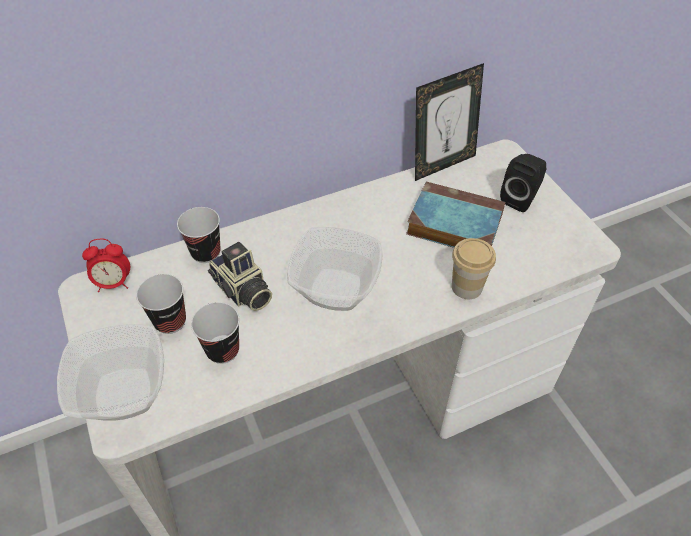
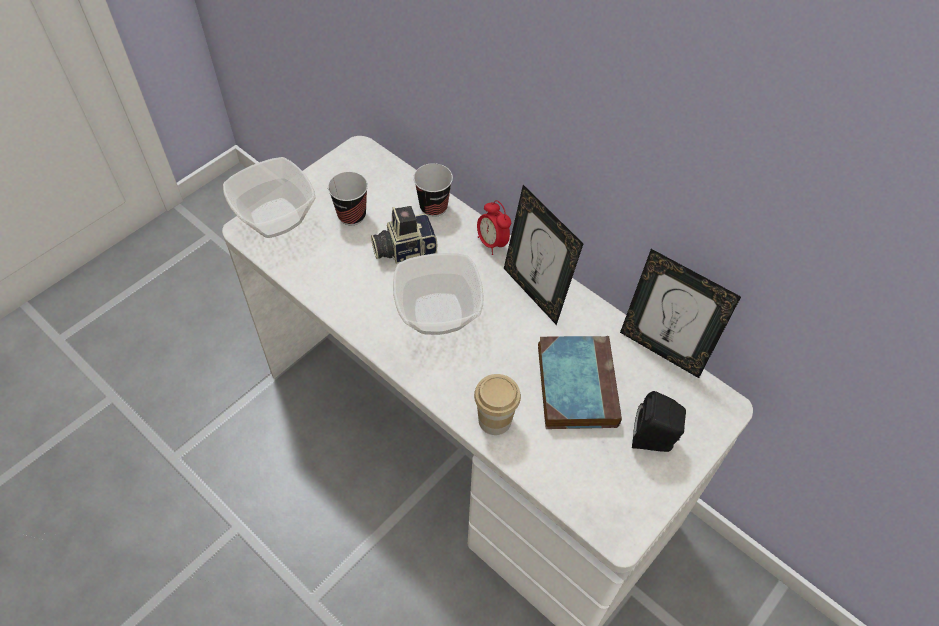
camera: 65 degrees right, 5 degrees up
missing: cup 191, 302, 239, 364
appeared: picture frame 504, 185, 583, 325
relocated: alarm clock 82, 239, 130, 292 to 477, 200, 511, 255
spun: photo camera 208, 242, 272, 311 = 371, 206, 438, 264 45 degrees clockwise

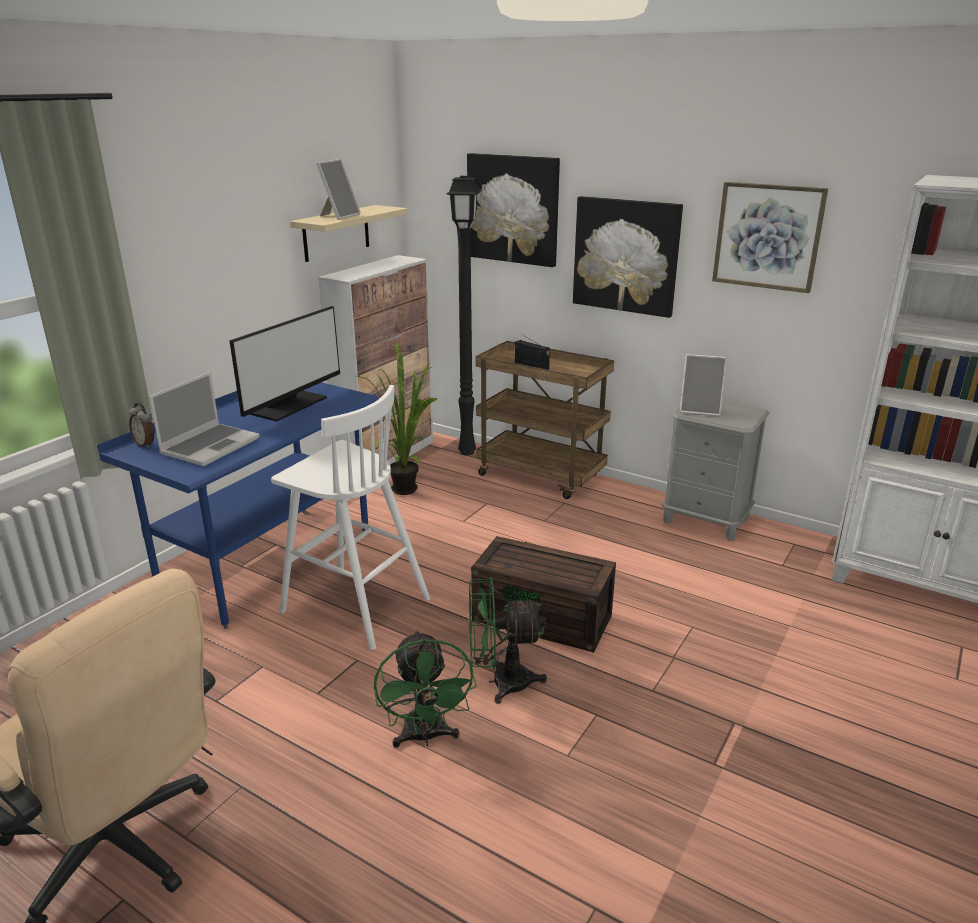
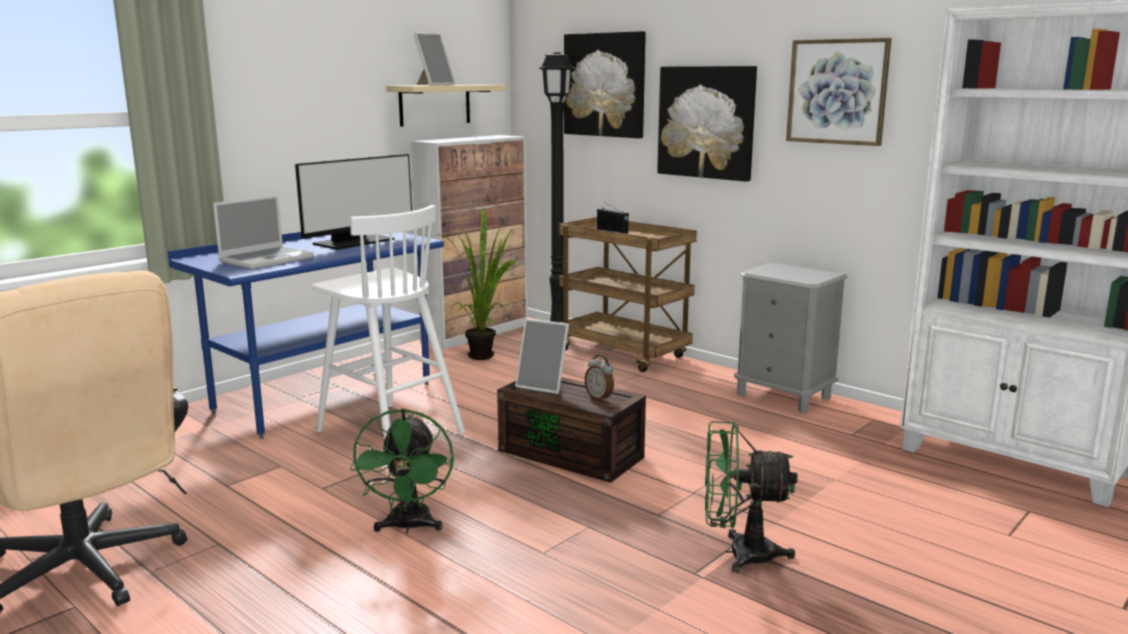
camera: 10 degrees right, 10 degrees down
relocated: alarm clock 129, 403, 154, 448 to 585, 355, 614, 402; green fan 469, 577, 547, 704 to 705, 421, 798, 573; picture frame 680, 354, 727, 416 to 515, 318, 569, 394

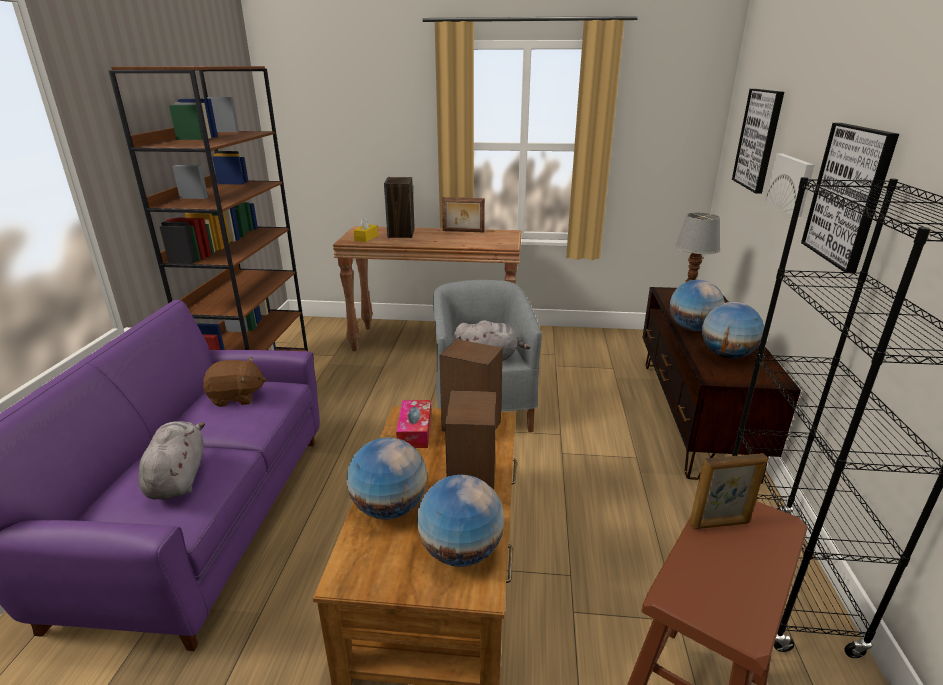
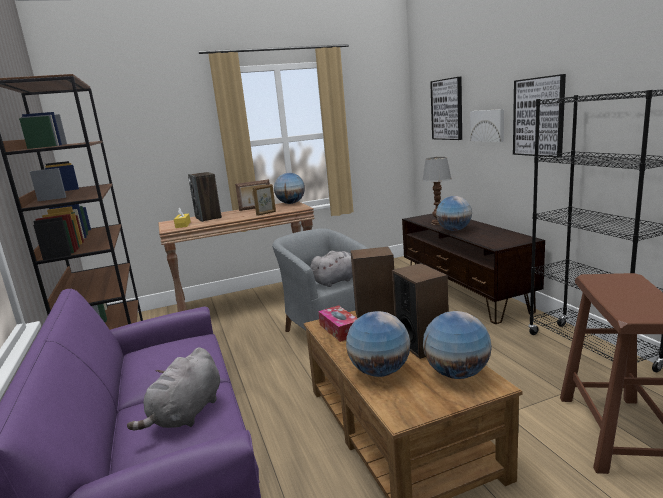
camera: 25 degrees left, 10 degrees down
missing: brown plush toy 203, 357, 266, 407
relocated: picture frame 689, 453, 768, 529 to 253, 184, 276, 216; globe 702, 302, 764, 359 to 274, 173, 305, 204
spun: grey plush toy 138, 421, 205, 500 = 127, 347, 220, 431 120 degrees counterclockwise

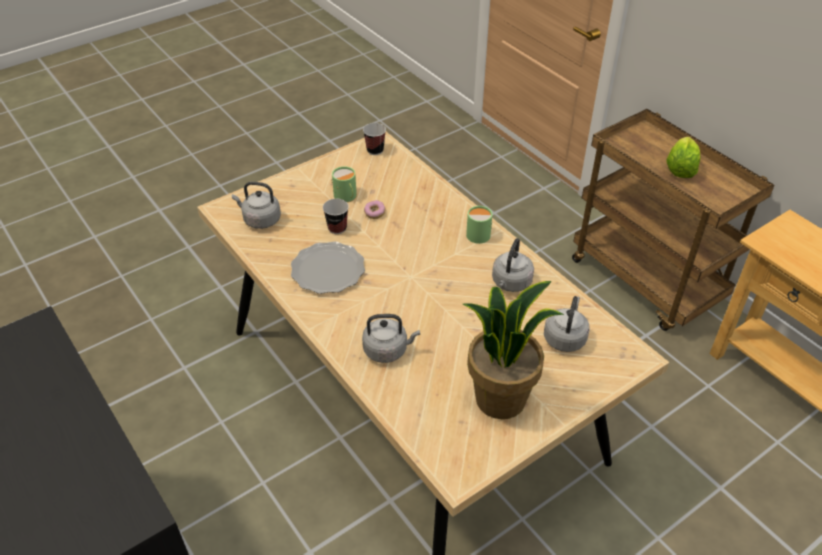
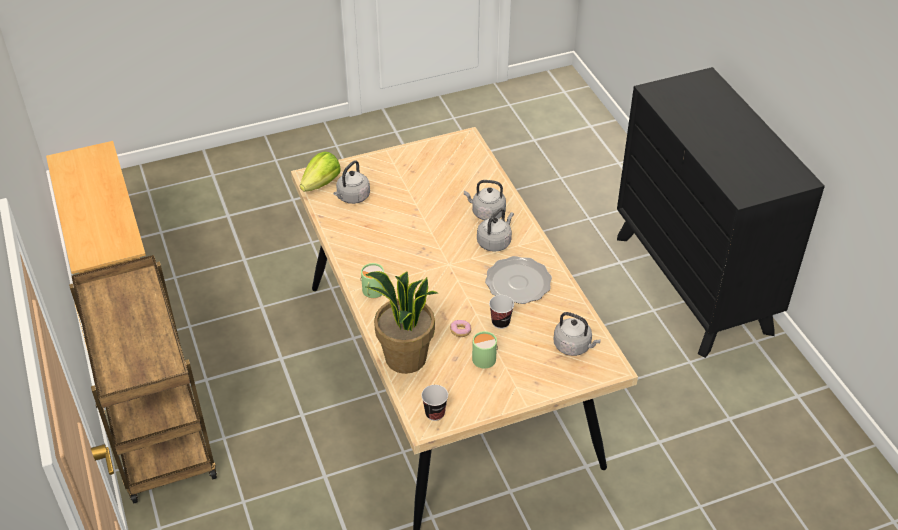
camera: 165 degrees left, 0 degrees up
relocated: potted plant 463, 281, 564, 419 to 364, 271, 438, 374; grey kettle 492, 238, 534, 292 to 477, 208, 514, 252; lettuce 666, 137, 701, 178 to 300, 152, 340, 192

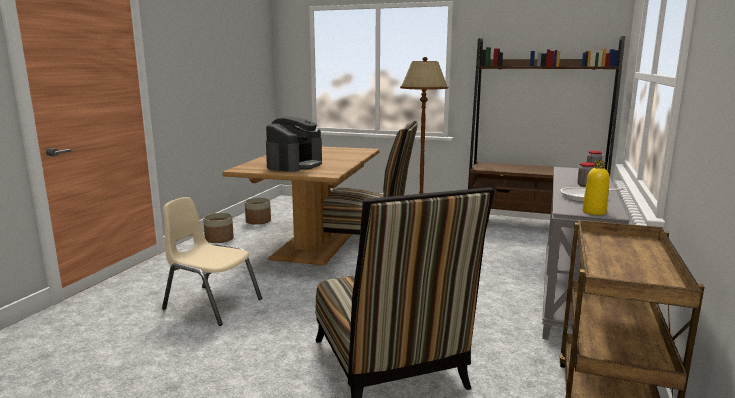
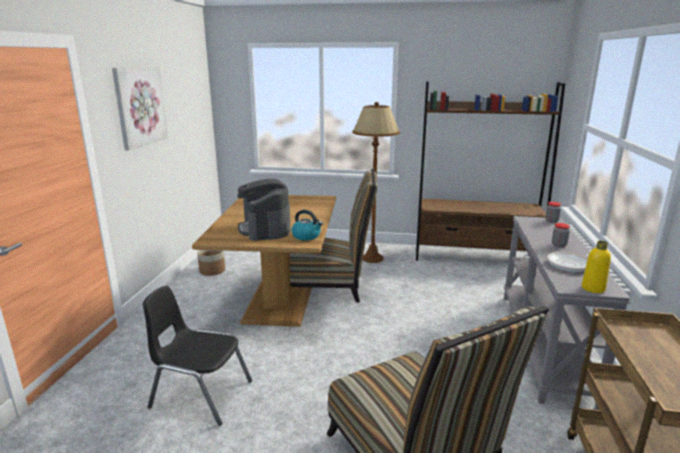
camera: 10 degrees left, 5 degrees up
missing: planter 203, 213, 234, 243
appeared: picture 112, 66, 168, 151; kettle 291, 210, 323, 240
colour: beige chair 162, 197, 262, 326 to black chair 143, 286, 252, 426
spun: coffee machine 266, 116, 322, 172 = 237, 179, 291, 241 150 degrees clockwise

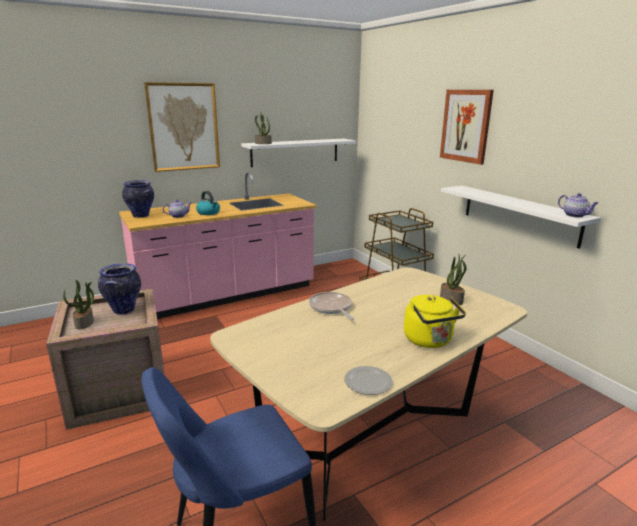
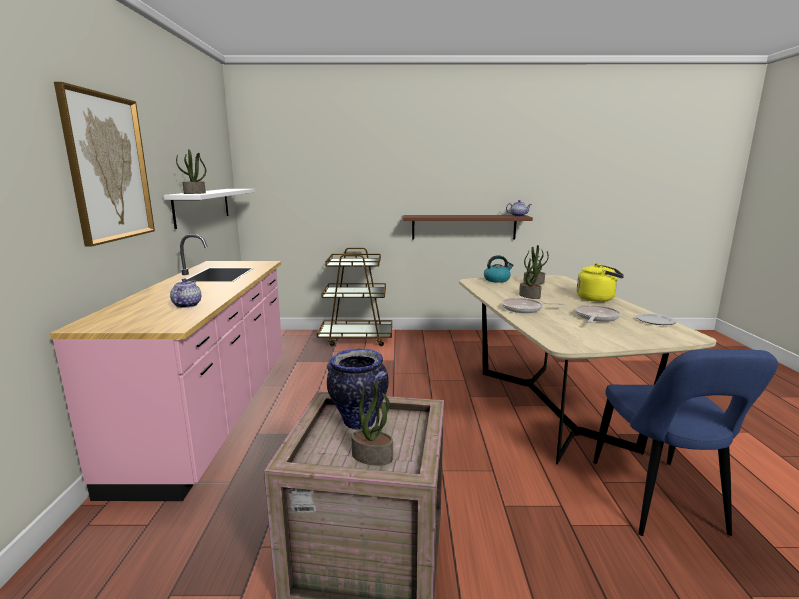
camera: 60 degrees left, 5 degrees down
missing: vase 122, 180, 154, 218; picture 440, 90, 494, 165
appeared: potted plant 519, 254, 542, 299; frying pan 575, 305, 621, 323
relocated: kettle 196, 191, 220, 215 to 484, 255, 513, 283
colour: white shelf 441, 186, 601, 249 to brown shelf 403, 215, 533, 240

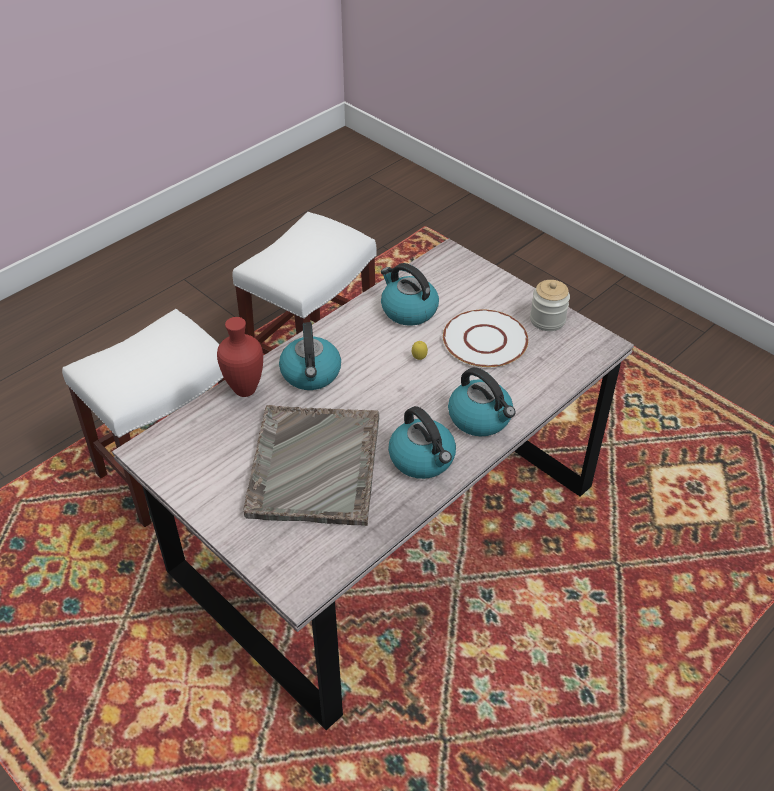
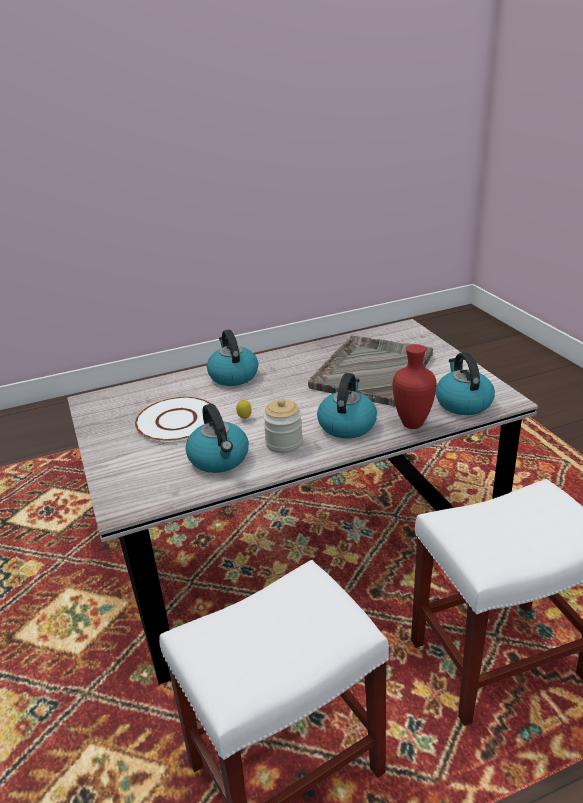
camera: 155 degrees left, 15 degrees down
relocated: kettle 388, 406, 456, 479 to 436, 352, 495, 415; jar 530, 280, 570, 331 to 263, 399, 303, 453

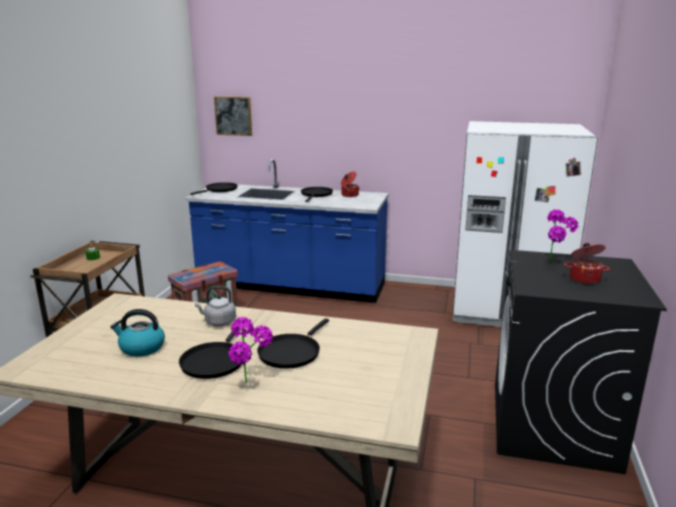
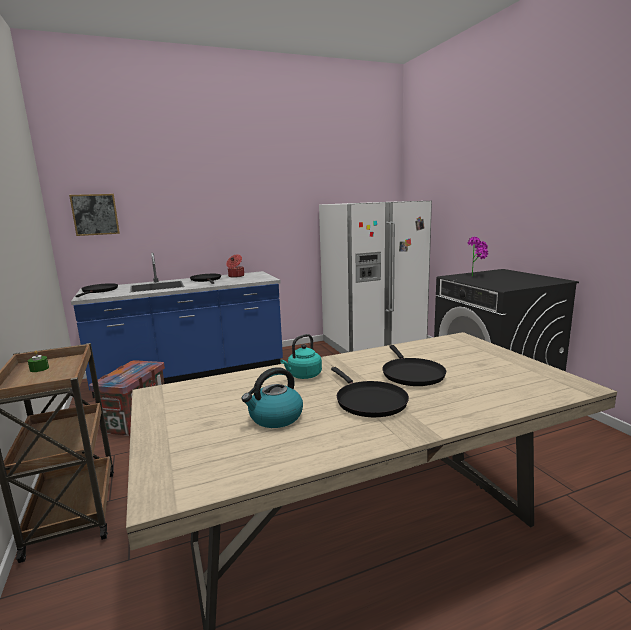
camera: 35 degrees left, 5 degrees down
missing: potted plant 228, 317, 273, 383; cooking pot 564, 243, 610, 284
colour: grey kettle 195, 286, 236, 326 to turquoise kettle 280, 334, 322, 379

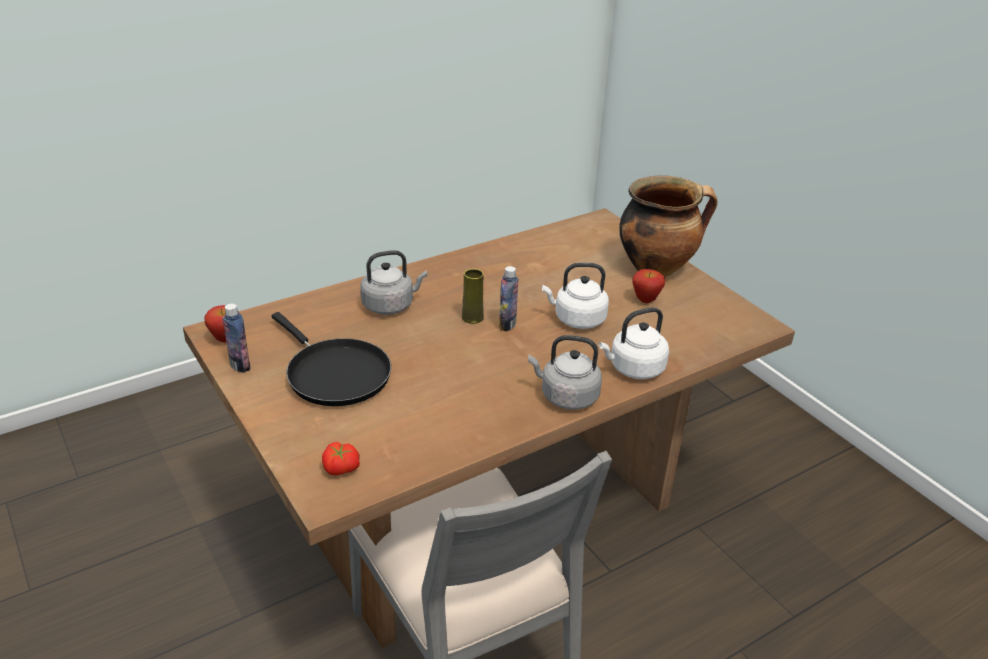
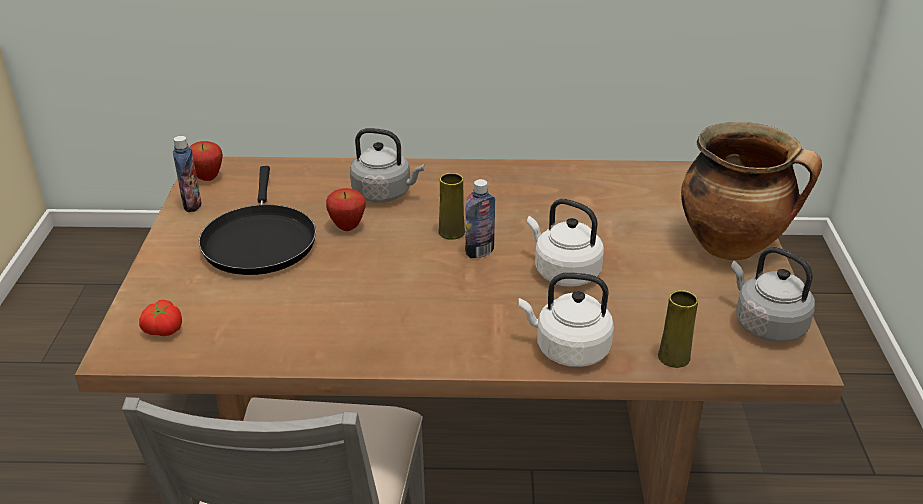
camera: 35 degrees right, 0 degrees up
appeared: yellow vase 658, 290, 698, 368
relocated: grey kettle 528, 335, 602, 410 to 731, 247, 815, 342; apple 632, 269, 665, 303 to 326, 188, 366, 231

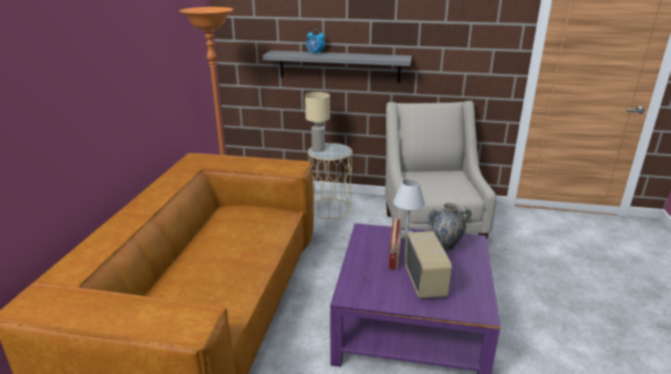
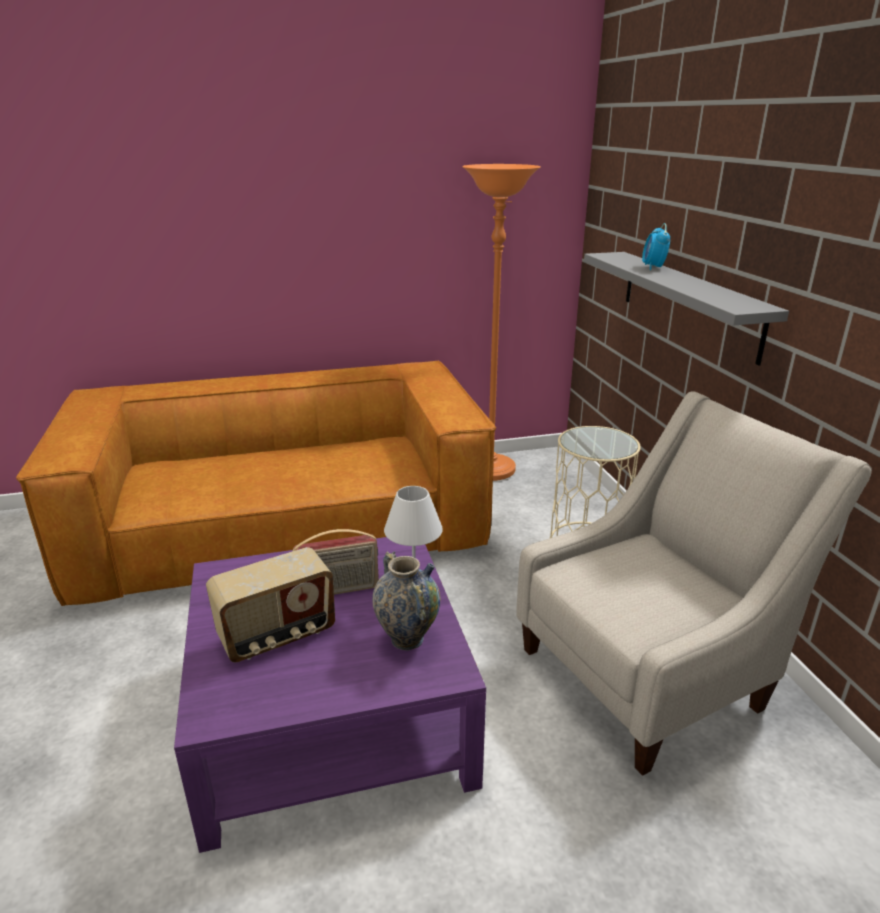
camera: 65 degrees right, 0 degrees up
missing: beige table lamp 305, 92, 330, 152

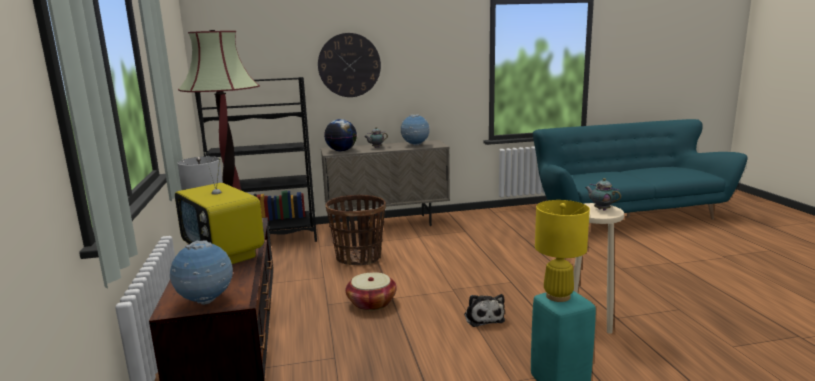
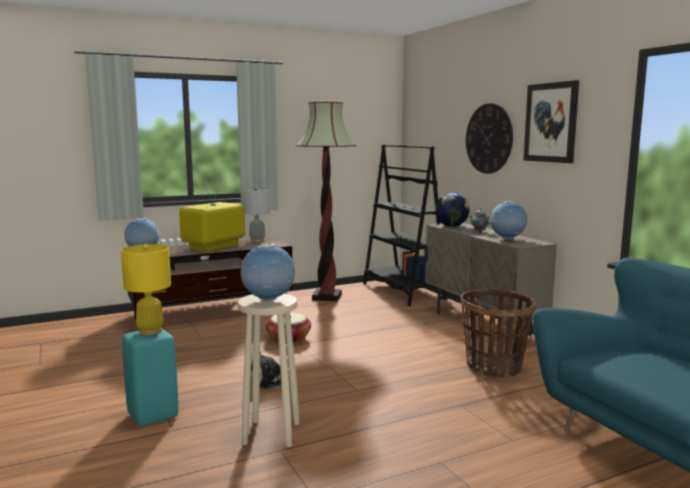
camera: 75 degrees right, 5 degrees down
appeared: picture 524, 80, 579, 163
relocated: basket 326, 194, 386, 265 to 461, 290, 536, 378
exchanged: teapot 585, 178, 621, 211 to globe 240, 243, 295, 301

